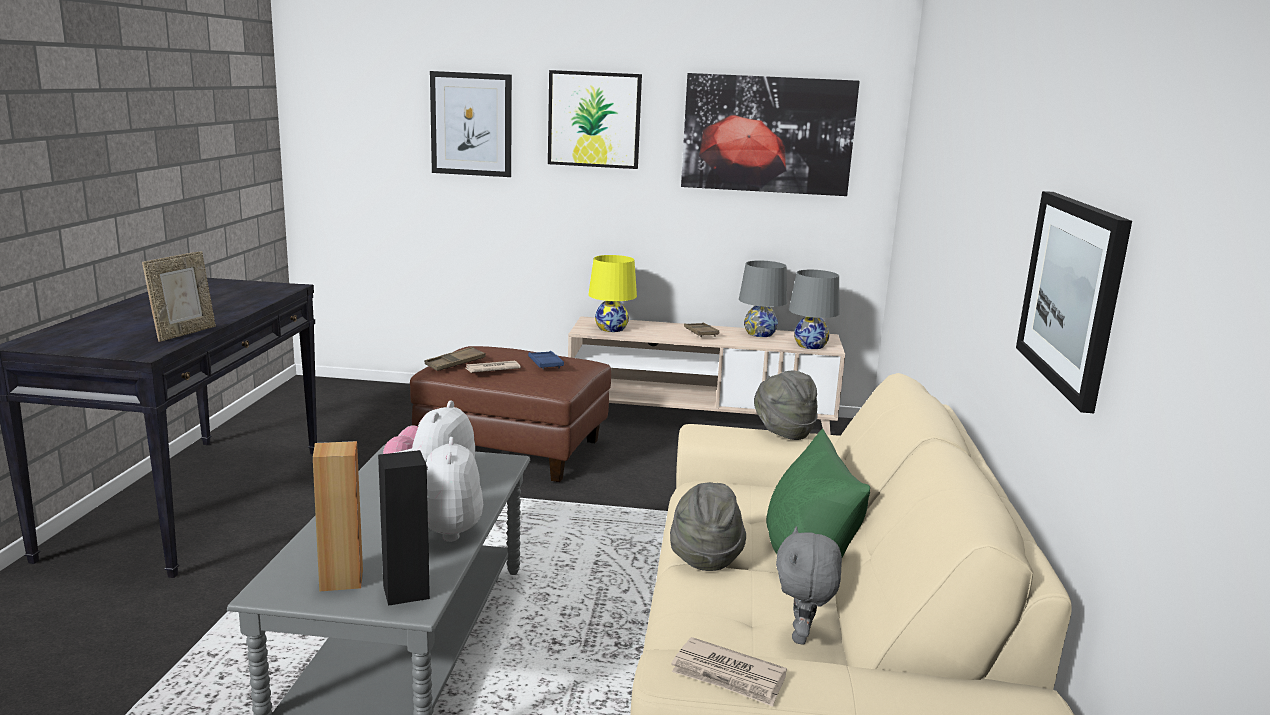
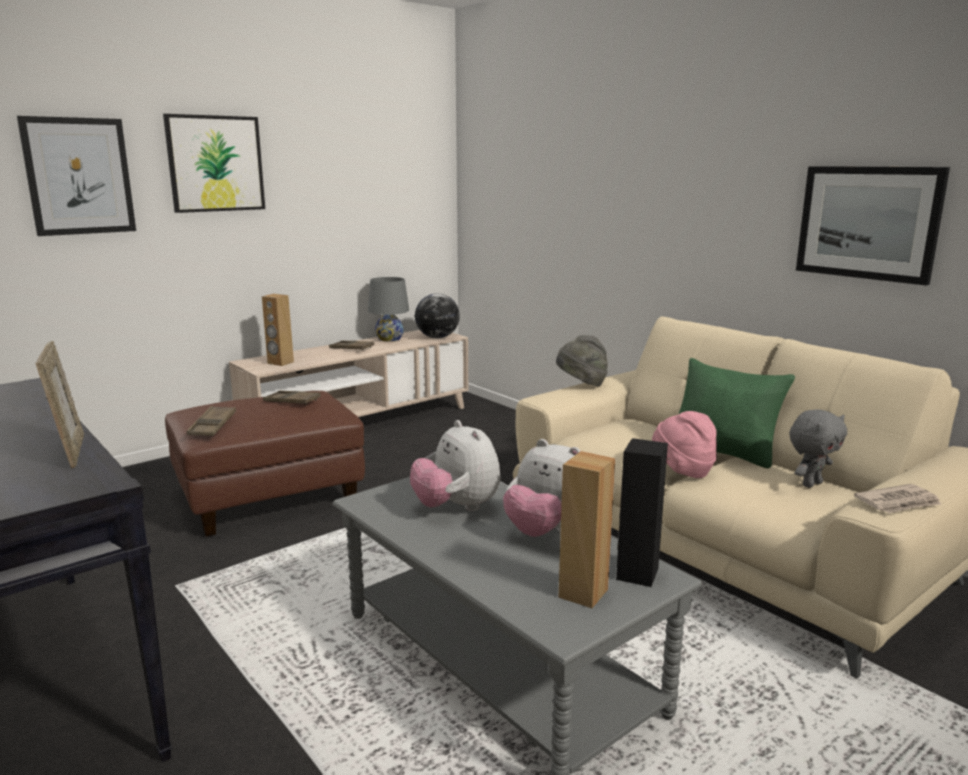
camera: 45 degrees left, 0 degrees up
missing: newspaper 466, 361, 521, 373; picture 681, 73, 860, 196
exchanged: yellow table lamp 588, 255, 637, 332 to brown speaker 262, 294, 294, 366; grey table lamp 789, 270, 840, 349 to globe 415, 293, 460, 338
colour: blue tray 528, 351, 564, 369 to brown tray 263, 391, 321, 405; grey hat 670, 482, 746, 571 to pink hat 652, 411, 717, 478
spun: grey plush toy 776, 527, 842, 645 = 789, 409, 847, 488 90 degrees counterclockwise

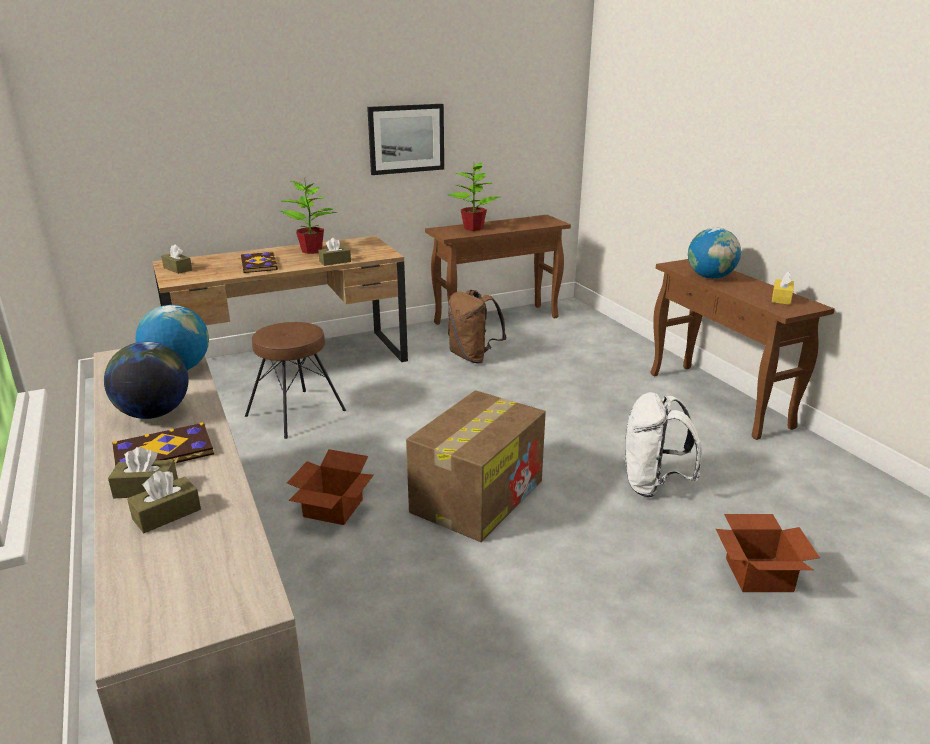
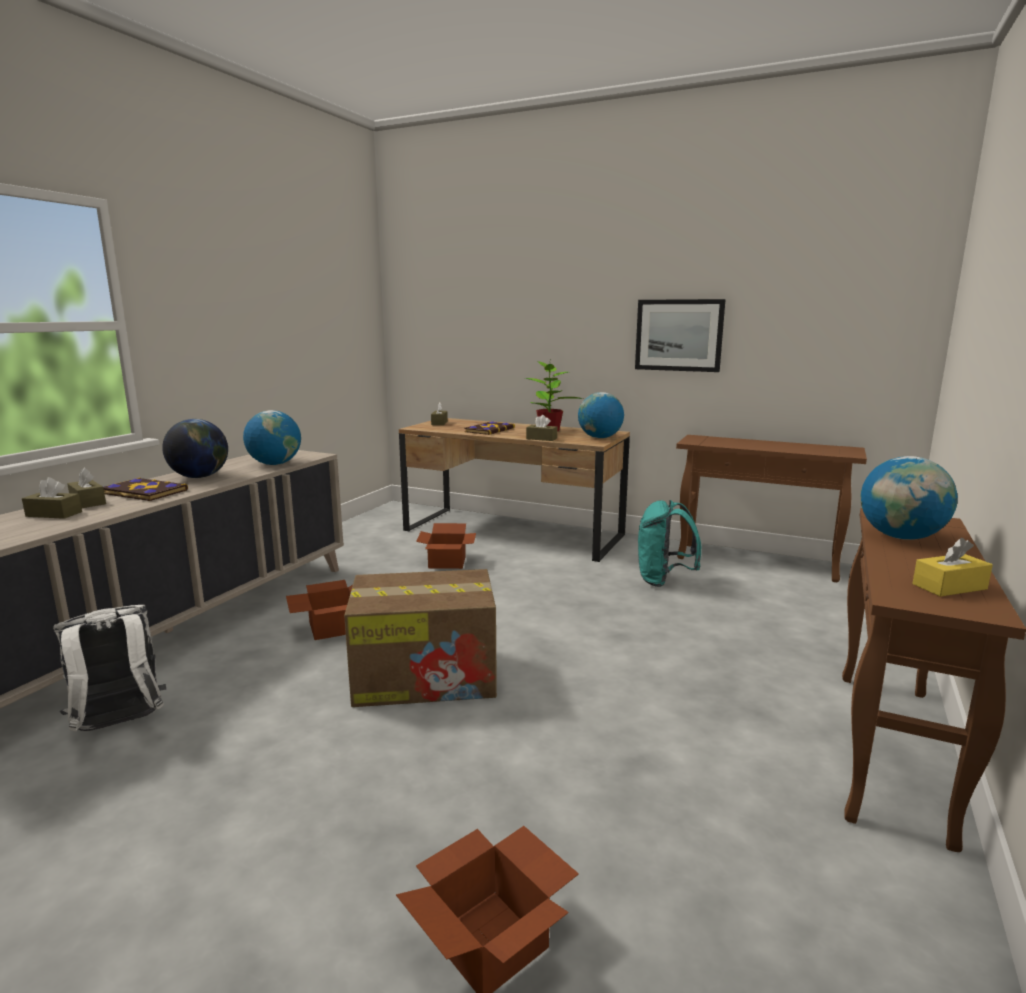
camera: 50 degrees right, 10 degrees down
missing: potted plant 448, 163, 500, 231
appeared: globe 578, 392, 624, 438
relocated: white backpack 624, 392, 702, 498 to 53, 605, 166, 732
exchanged: brown stool 245, 322, 346, 439 to cardboard box 416, 523, 476, 569
colour: brown backpack 448, 290, 507, 363 to turquoise backpack 638, 500, 701, 587

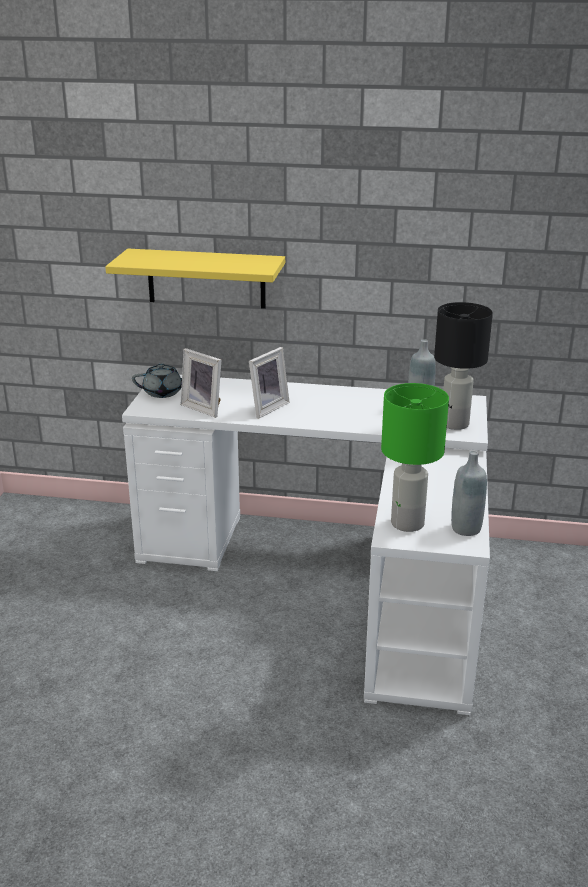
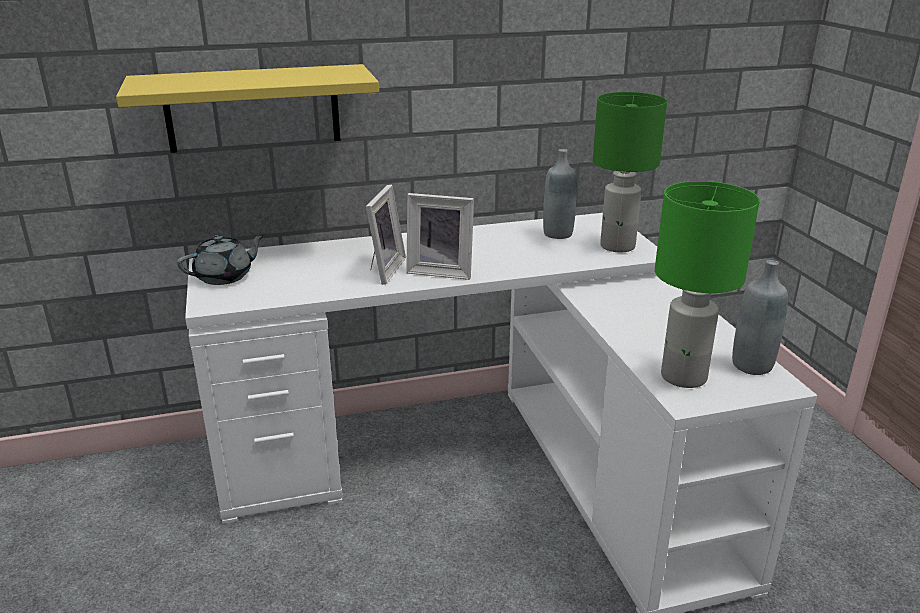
camera: 25 degrees left, 0 degrees up
relocated: picture frame 181, 348, 221, 418 to 406, 193, 474, 280
colour: black table lamp 434, 302, 493, 430 to green table lamp 593, 92, 667, 252

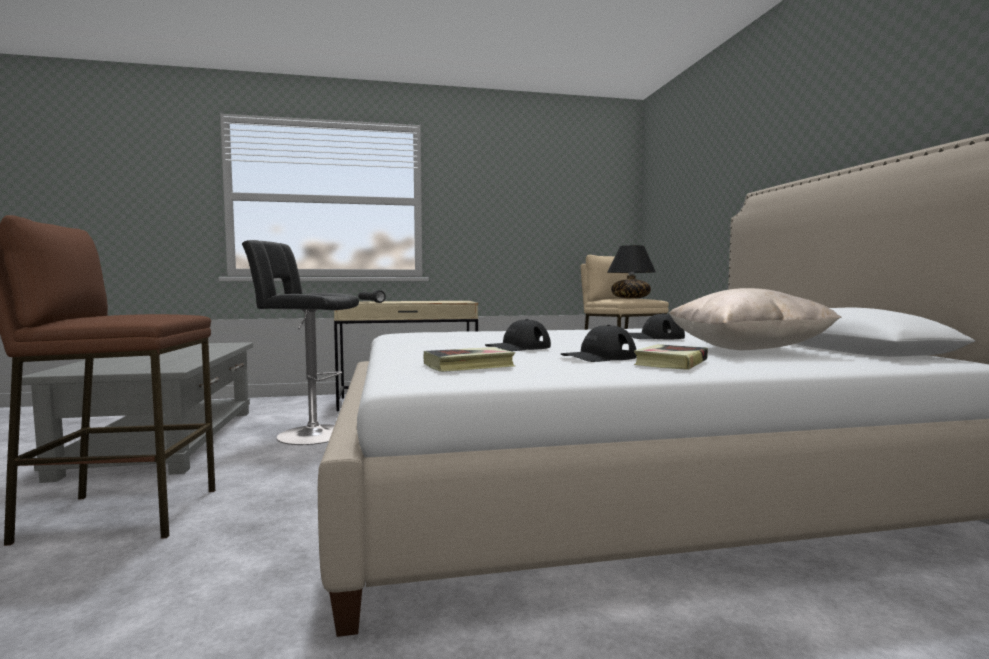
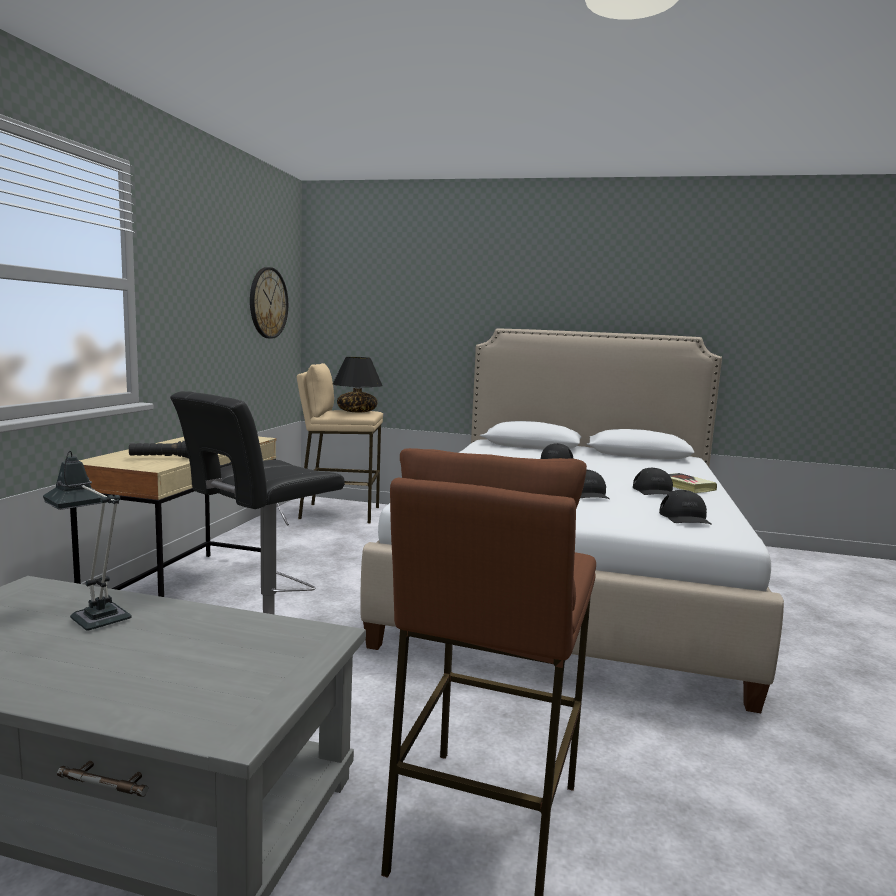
camera: 65 degrees left, 5 degrees up
missing: beige pillow 669, 288, 842, 350
appeared: table lamp 43, 451, 132, 631; wall clock 250, 267, 288, 339
exchanged: book 424, 347, 515, 372 to black cap 659, 490, 712, 525

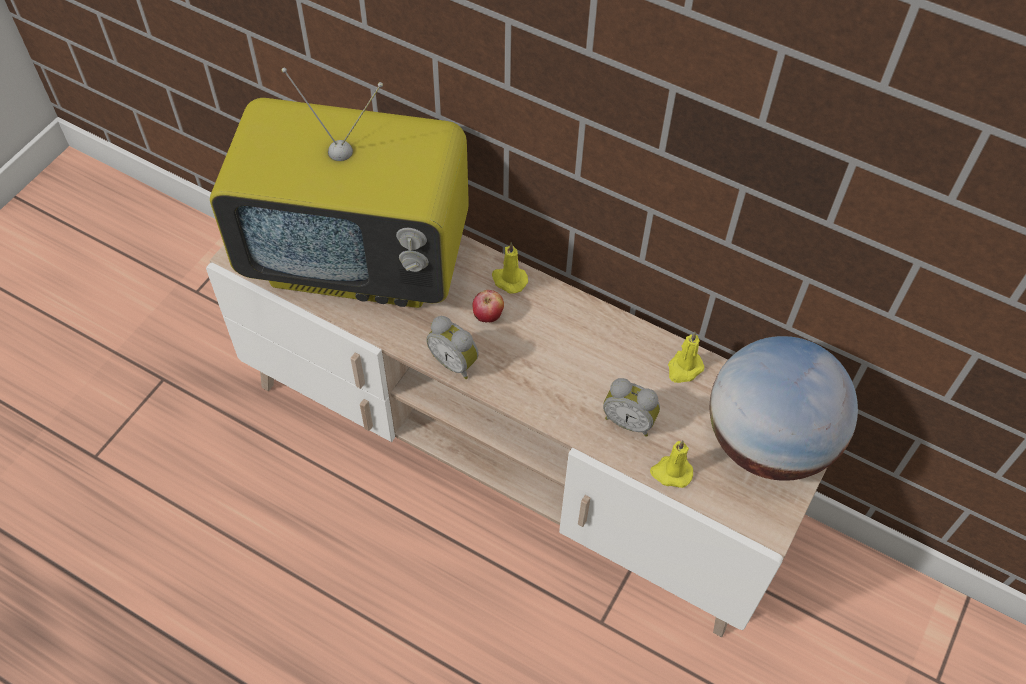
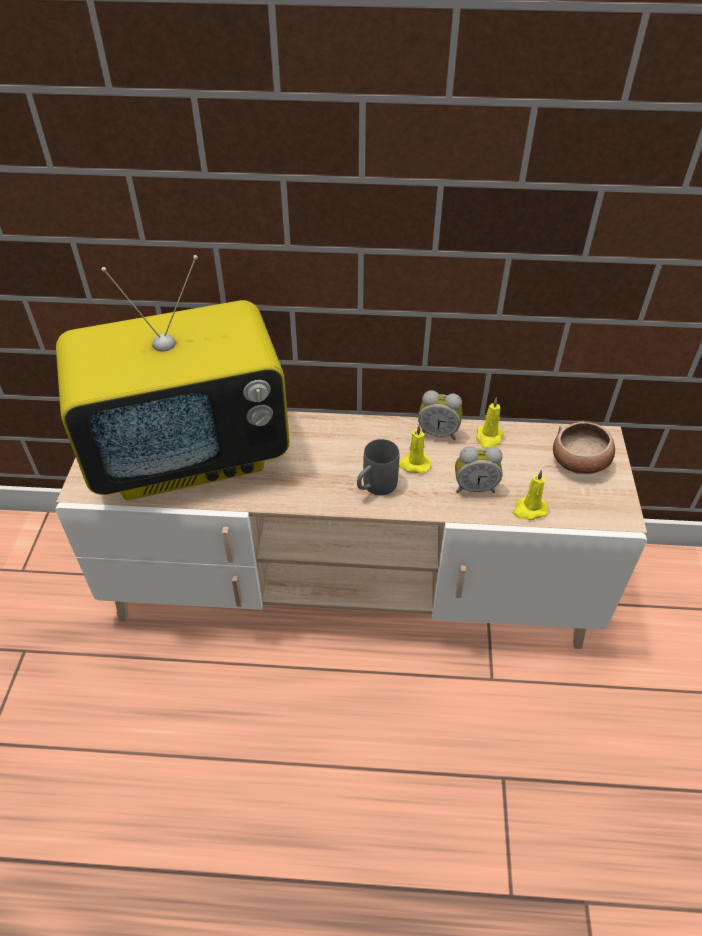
camera: 25 degrees left, 10 degrees down
missing: apple 472, 290, 504, 323
appeared: grey mug 357, 439, 399, 495
relocated: alarm clock 426, 316, 479, 379 to 418, 390, 462, 440; yellow candle 492, 242, 528, 294 to 399, 425, 431, 474
exchanged: globe 710, 336, 858, 481 to bowl 553, 422, 615, 474

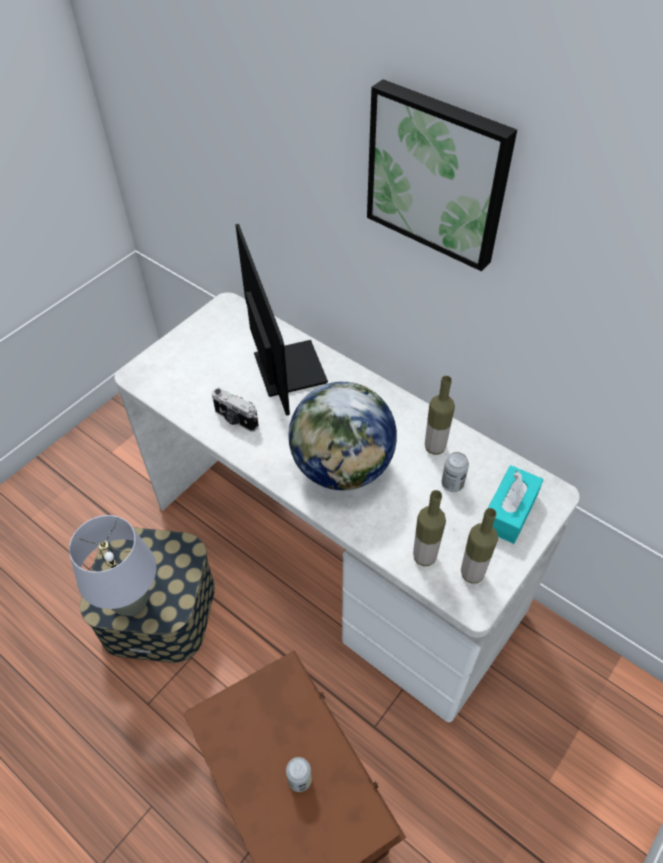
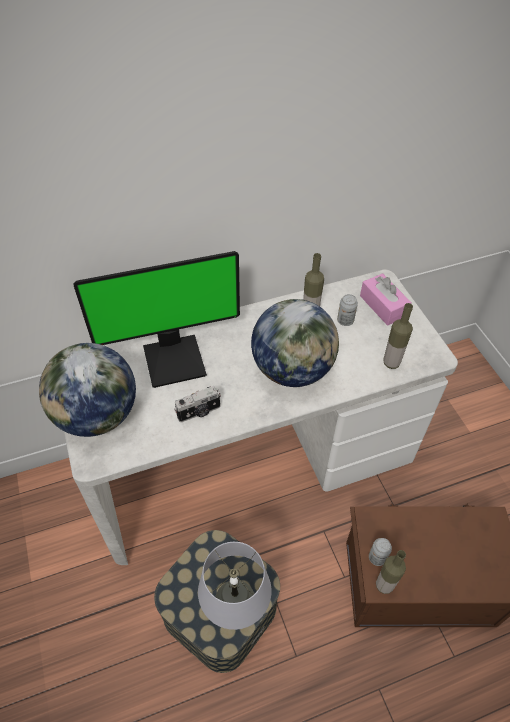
camera: 60 degrees left, 0 degrees up
missing: picture 367, 79, 517, 271
appeared: globe 39, 343, 136, 437
relocated: can 286, 757, 312, 792 to 369, 538, 392, 566; bottle 461, 508, 498, 584 to 376, 550, 406, 594
colour: turquoise tissue box 488, 465, 543, 544 to pink tissue box 360, 273, 412, 326
spun: monitor 236, 224, 328, 416 = 73, 251, 240, 388 150 degrees clockwise

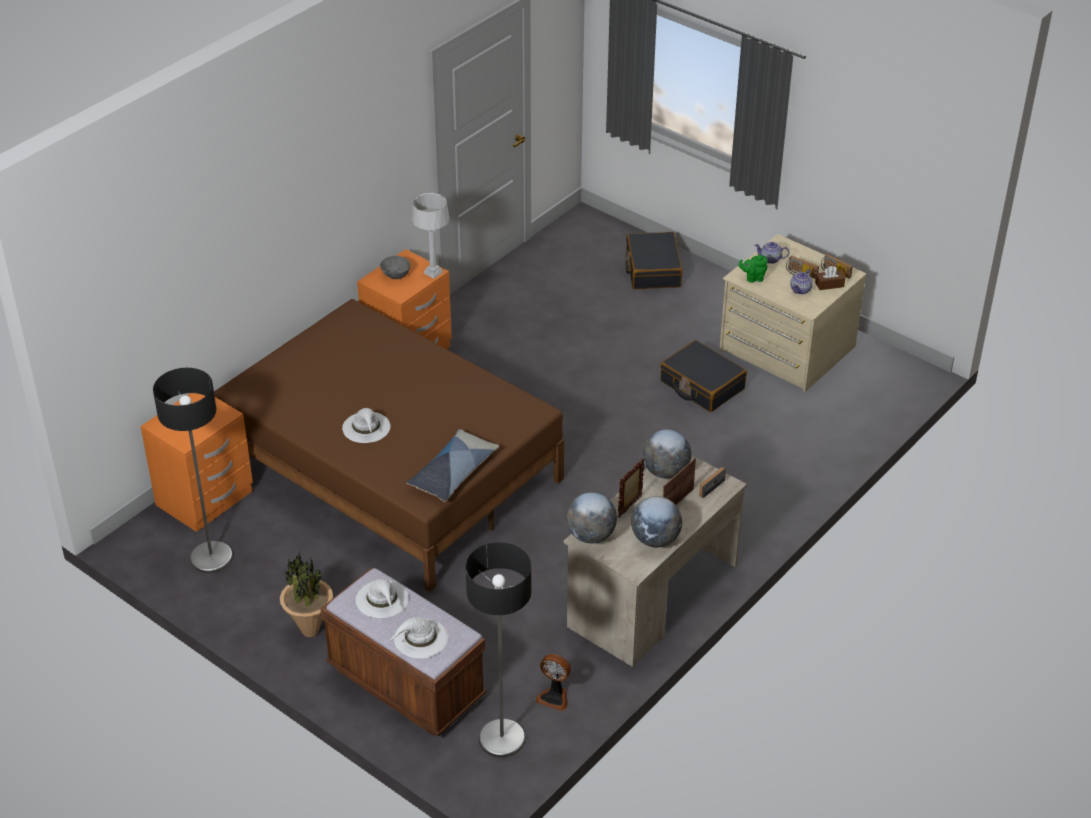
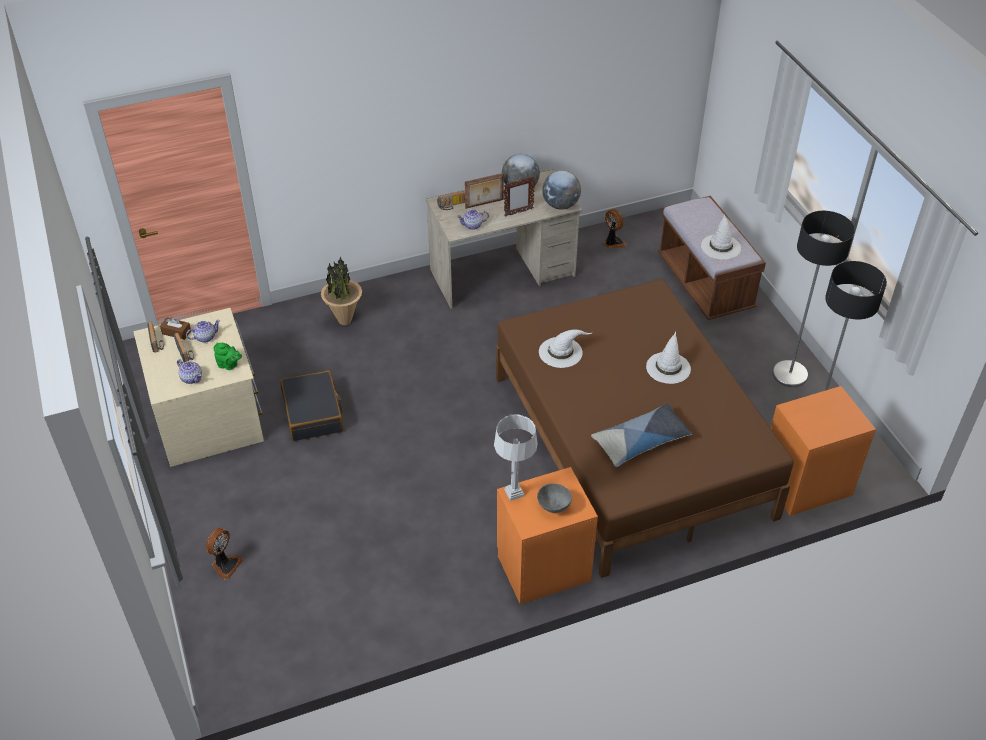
camera: 150 degrees left, 5 degrees up
relocated: potted plant 280, 552, 333, 637 to 321, 256, 362, 325; white hat 389, 617, 448, 658 to 539, 329, 592, 368; pillow 406, 429, 499, 502 to 591, 403, 692, 467; floor lamp 466, 542, 531, 758 to 772, 211, 855, 387
exchanged: black suitcase 626, 232, 683, 289 to fan 206, 528, 243, 579; globe 642, 429, 691, 479 to teapot 457, 209, 489, 230

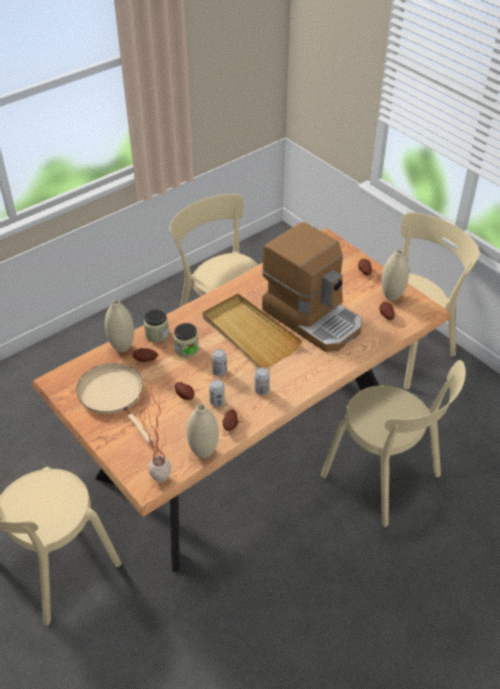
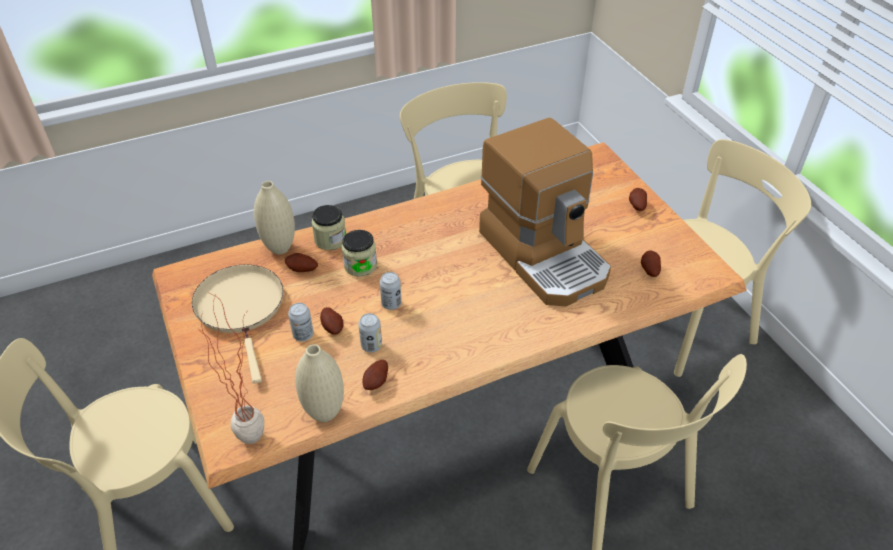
camera: 15 degrees right, 0 degrees up
missing: beige tray 202, 294, 302, 368; beige vase 381, 249, 409, 301
relocated: can 254, 367, 270, 395 to 288, 303, 314, 342

